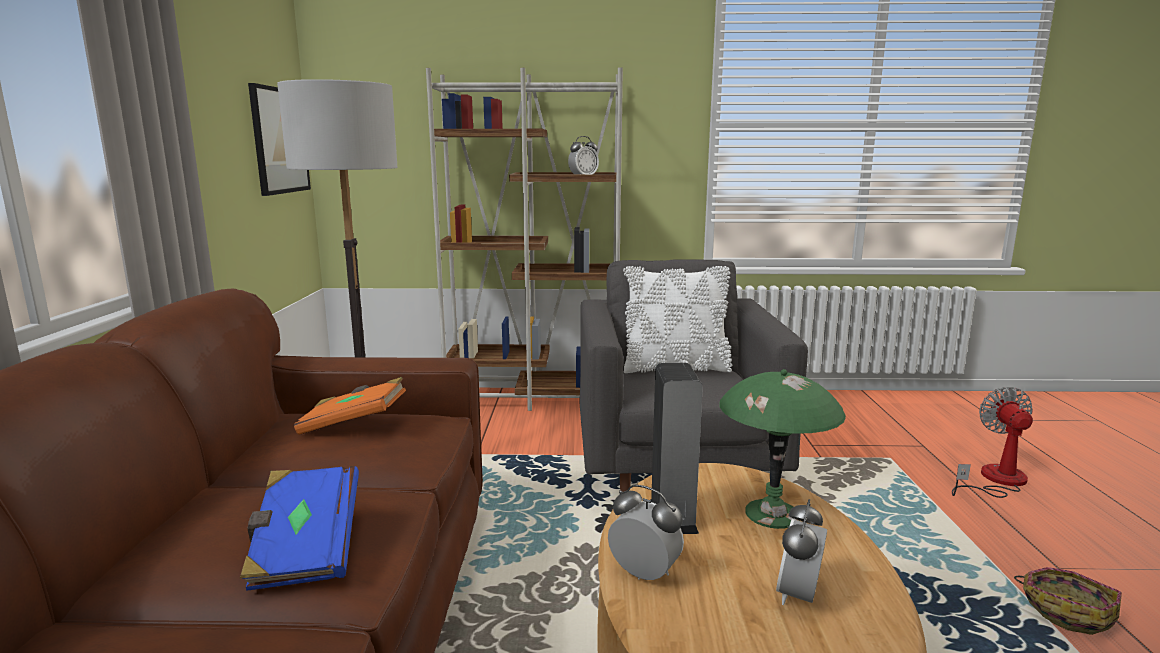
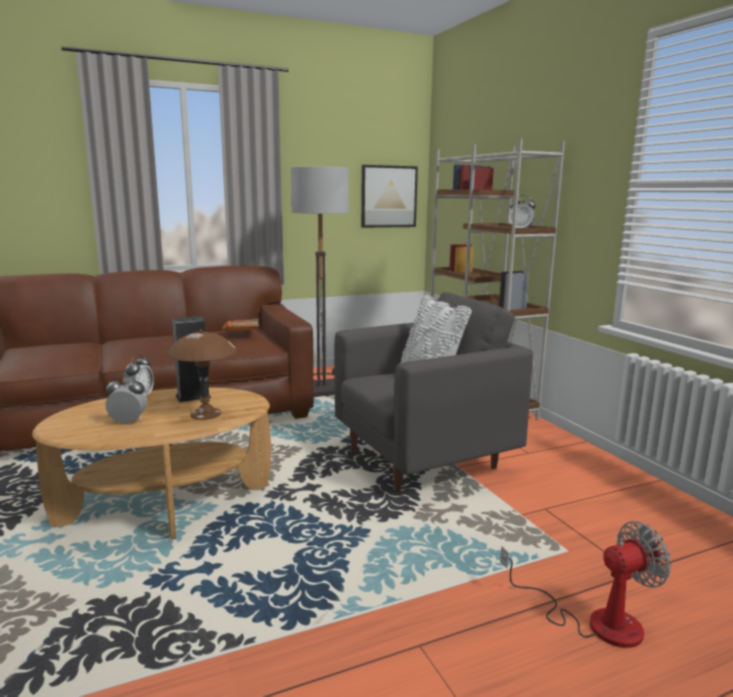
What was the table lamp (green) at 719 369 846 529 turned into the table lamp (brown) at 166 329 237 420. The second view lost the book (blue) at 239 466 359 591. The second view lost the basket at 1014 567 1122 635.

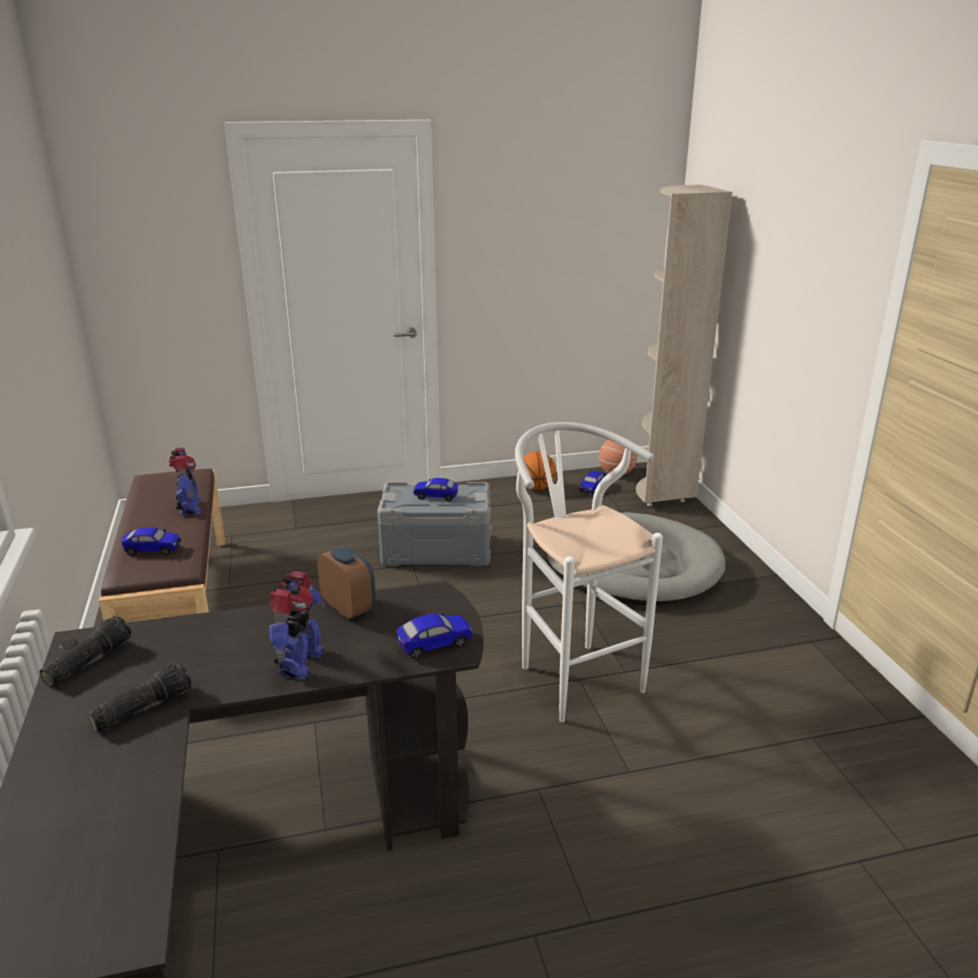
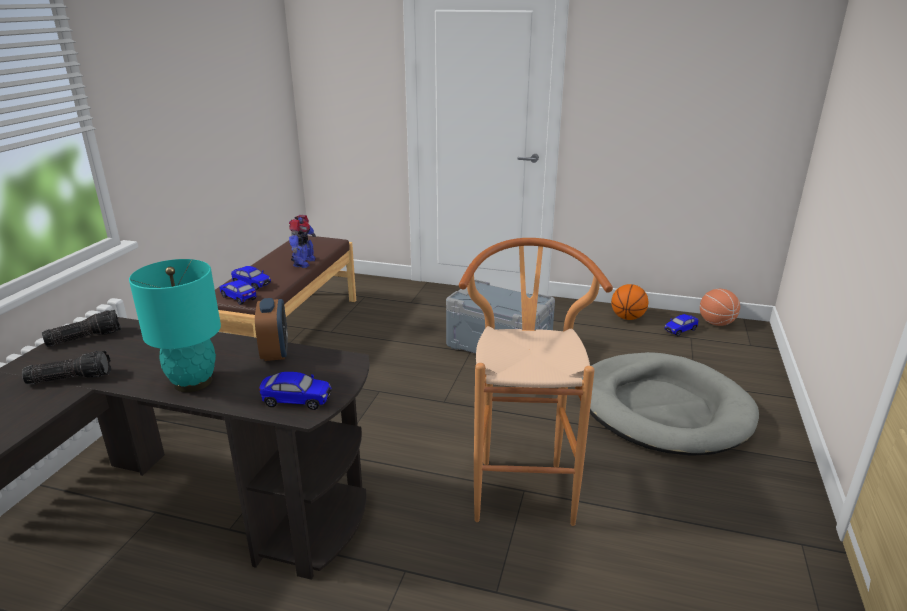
Where the toy robot stood at 269 571 325 680, the table lamp (turquoise) came to stand at 129 259 221 392. The toy car ended up elsewhere, having gone from 413 478 458 502 to 220 280 257 305. What was the stool (white) at 515 422 663 722 turned into the stool (brown) at 459 238 613 526. The second view lost the bookcase (beige) at 636 184 732 506.

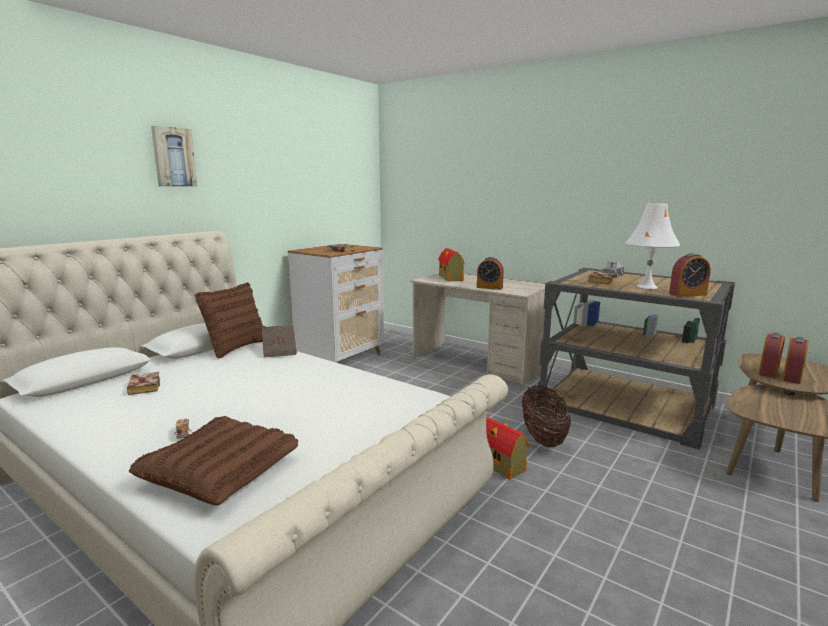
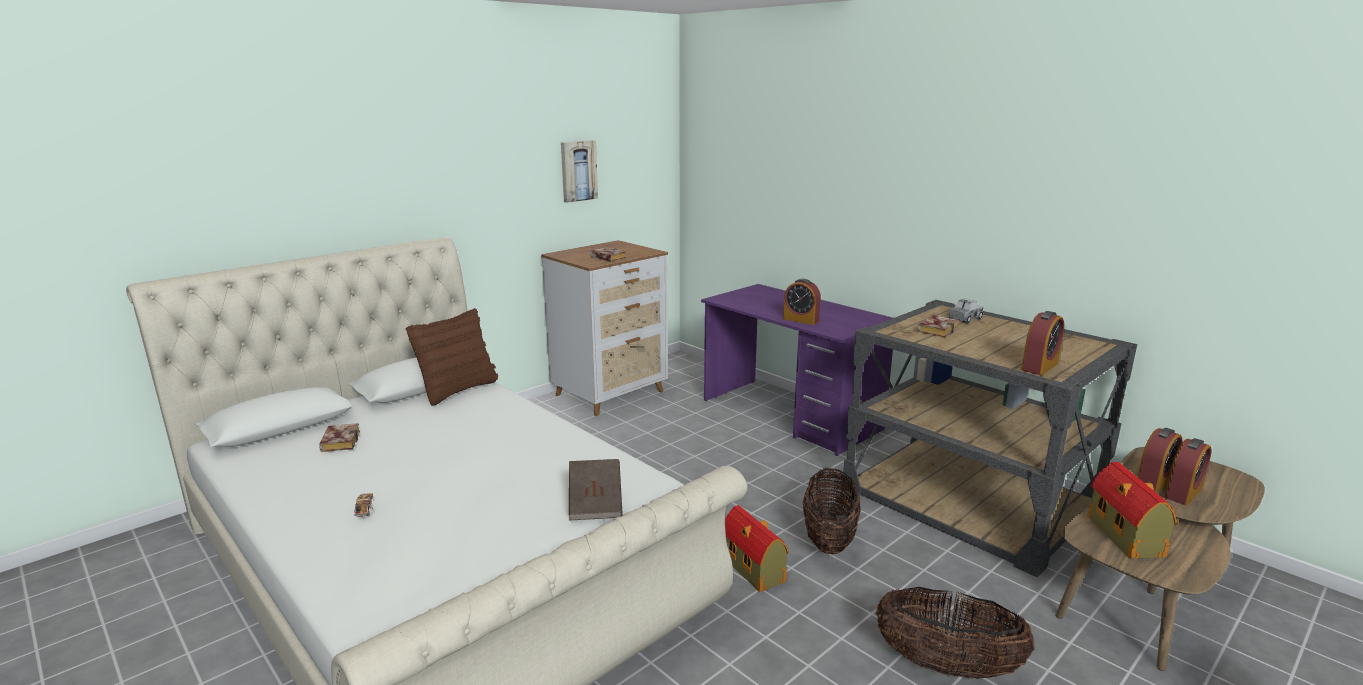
The picture ended up elsewhere, having gone from 151 126 197 187 to 561 140 598 203. The book (brown) ended up elsewhere, having gone from 262 325 297 357 to 569 459 623 521. What was the desk (beige) at 410 273 552 385 turned into the desk (purple) at 701 284 893 456. The second view gained the basket at 876 587 1034 679. The alarm clock at 669 253 711 297 ended up facing another way, 45 degrees counterclockwise from before. The toy house ended up elsewhere, having gone from 438 248 465 281 to 1088 462 1177 559. The second view lost the pillow (brown) at 129 416 298 506. The second view lost the table lamp (white) at 625 203 680 289.

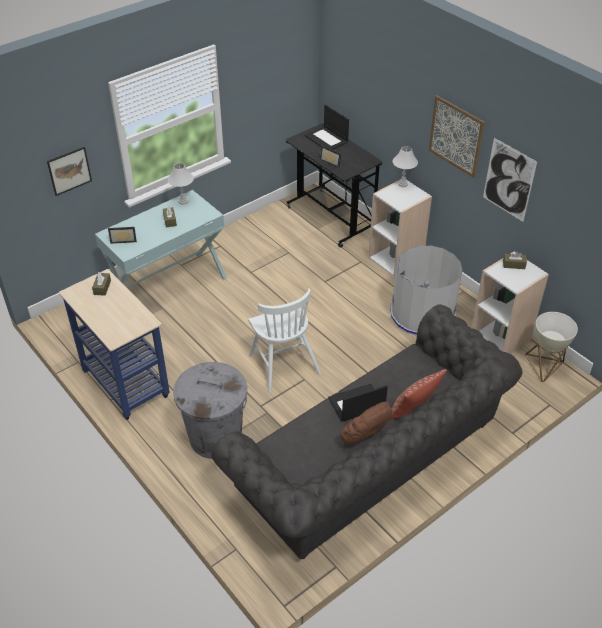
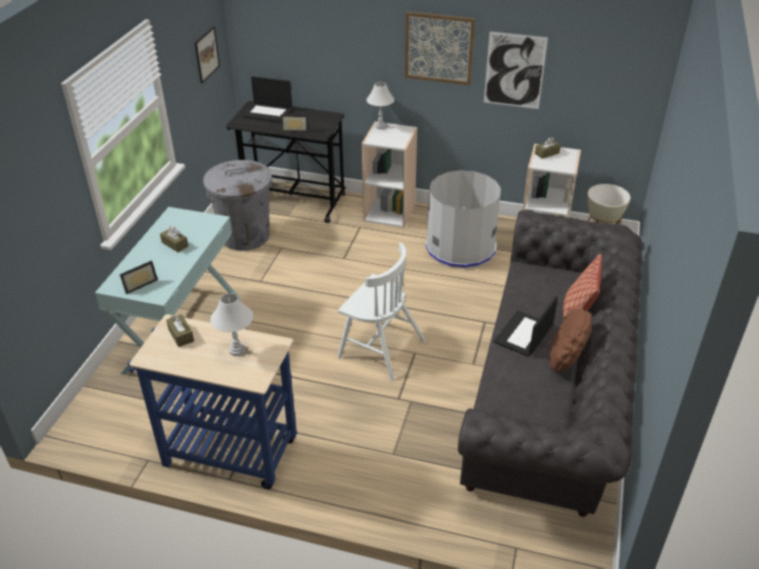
The picture ended up elsewhere, having gone from 47 147 92 196 to 195 26 220 84. The trash can (grey) ended up elsewhere, having gone from 173 362 247 459 to 203 160 272 251. The table lamp (white) ended up elsewhere, having gone from 168 163 194 205 to 210 293 253 356.

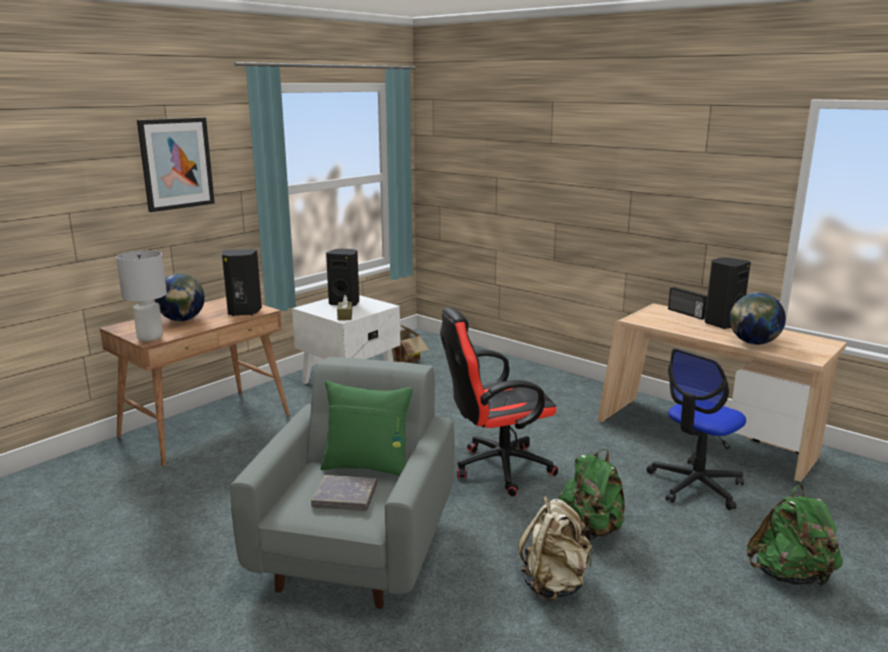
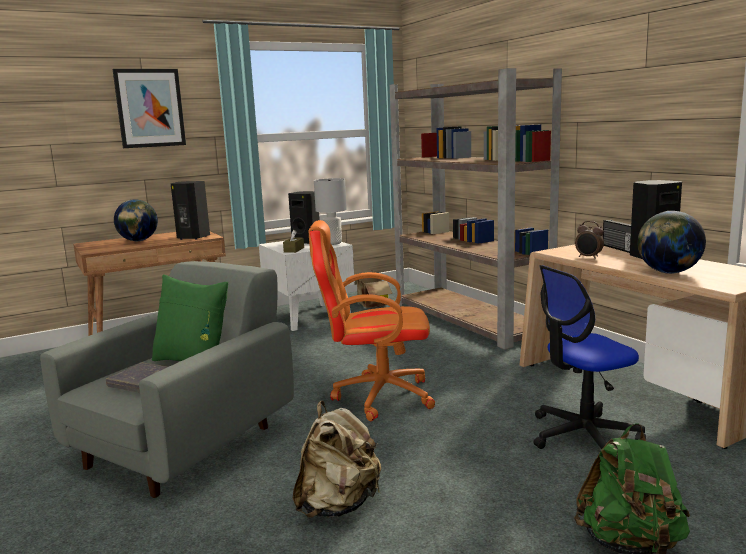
What was the office chair (black) at 440 307 558 496 turned into the office chair (orange) at 308 220 435 421. The table lamp (grey) ended up elsewhere, having gone from 116 250 167 341 to 314 178 347 245. The second view gained the bookcase (brown) at 390 68 562 350. The second view gained the alarm clock at 575 221 604 259. The second view lost the backpack (green) at 559 449 625 541.

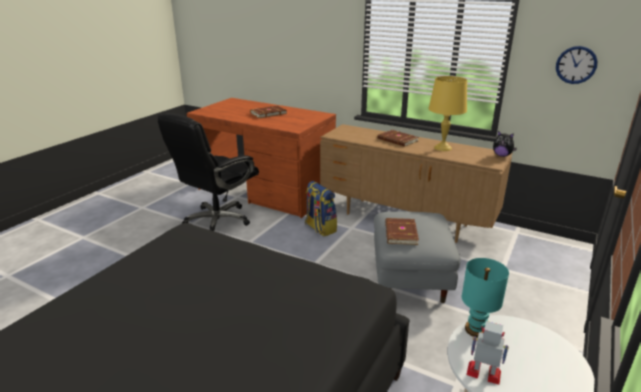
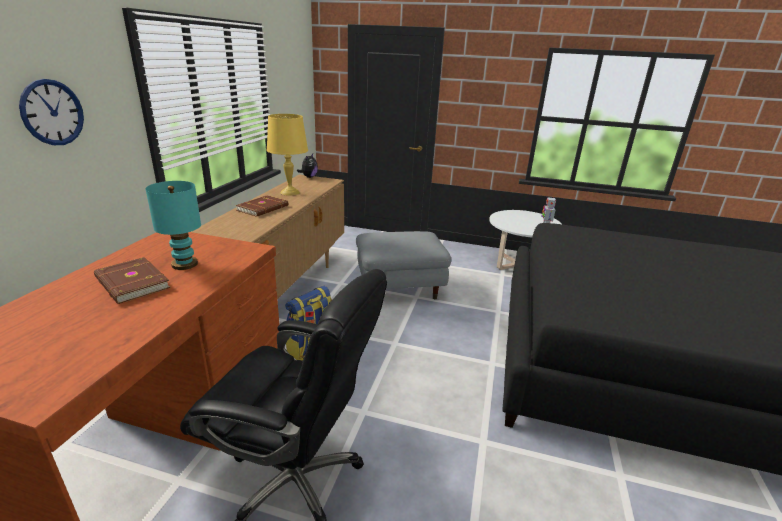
The wall clock ended up elsewhere, having gone from 556 46 598 84 to 19 79 84 145. The table lamp (turquoise) ended up elsewhere, having gone from 462 258 509 338 to 145 181 201 270. The second view lost the book (brown) at 385 218 419 245.

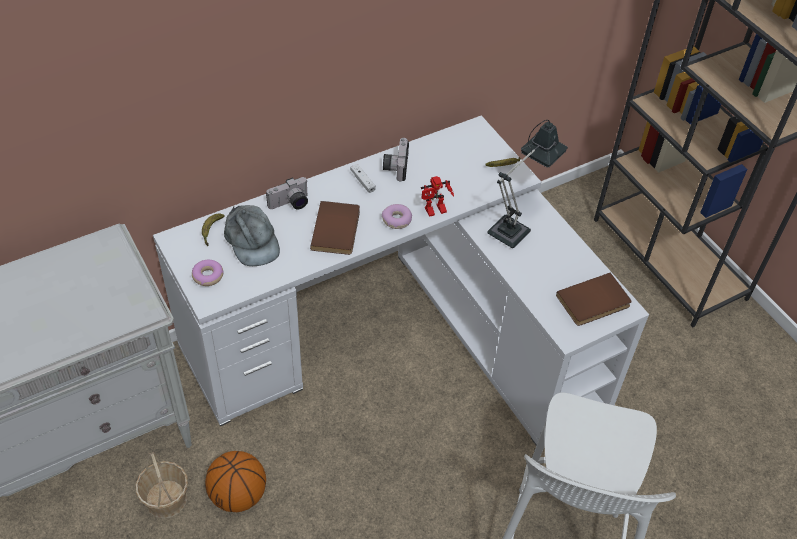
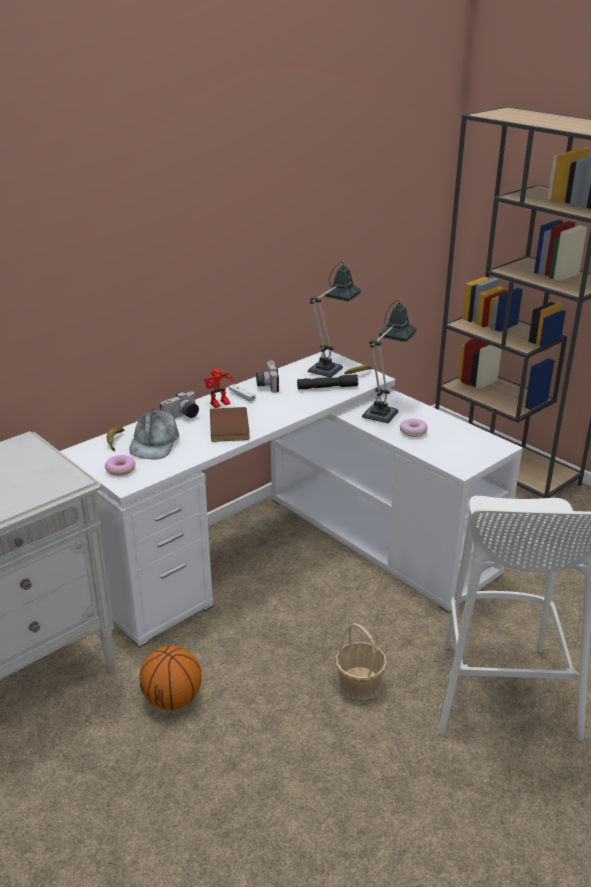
The cap (grey) at 224 205 280 266 ended up facing another way, 45 degrees clockwise from before. The toy robot ended up elsewhere, having gone from 421 176 454 217 to 204 369 235 408. The second view gained the flashlight (black) at 297 374 358 389. The second view gained the table lamp at 308 262 361 377. The basket ended up elsewhere, having gone from 135 452 188 519 to 335 623 387 700. The donut ended up elsewhere, having gone from 382 204 412 229 to 400 419 428 437. The second view lost the book (brown) at 556 273 632 326.

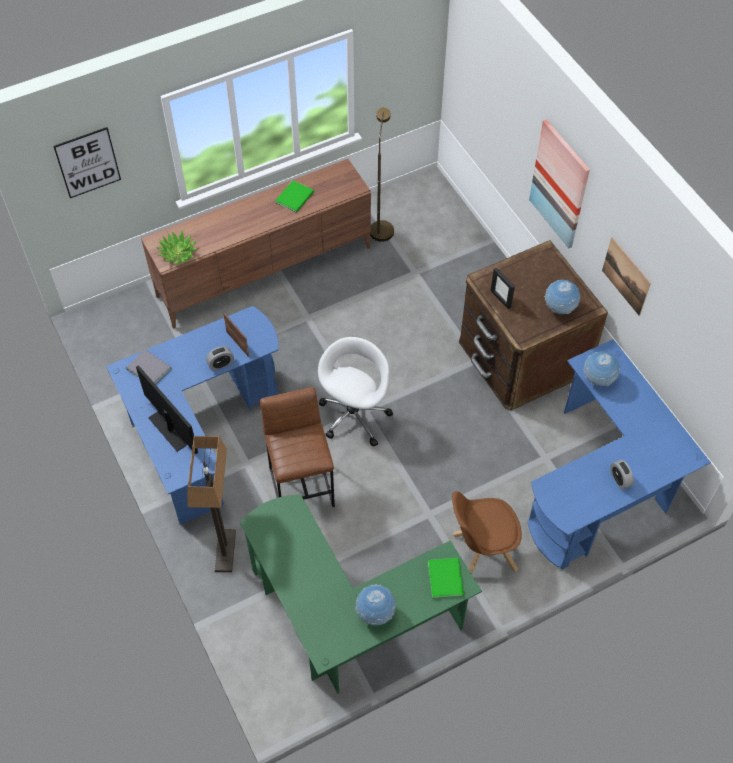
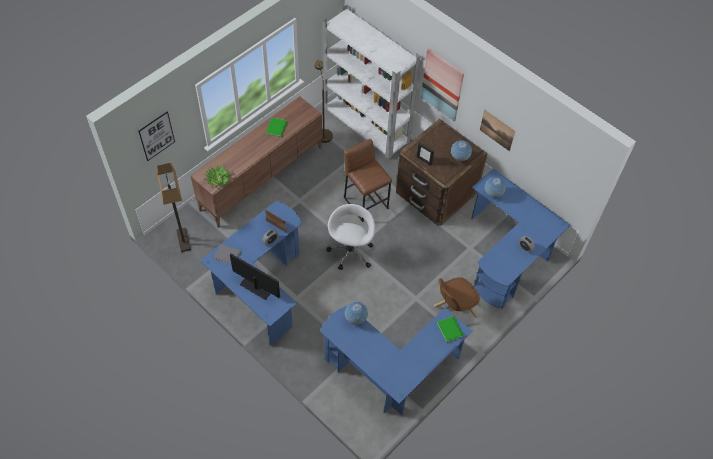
The floor lamp ended up elsewhere, having gone from 188 436 236 572 to 157 163 191 252. What was the desk (green) at 240 494 482 694 turned into the desk (blue) at 320 306 473 415. The second view gained the bookcase (white) at 323 5 420 159. The stool (brown) ended up elsewhere, having gone from 260 387 335 507 to 344 139 392 222. The globe ended up elsewhere, having gone from 355 584 396 626 to 345 301 368 325.

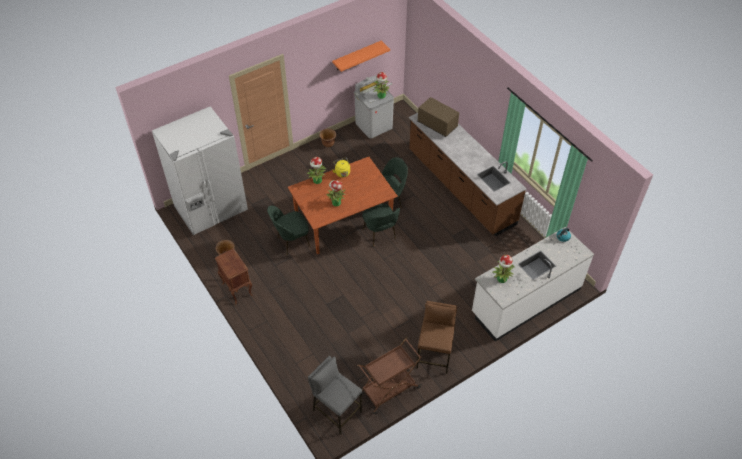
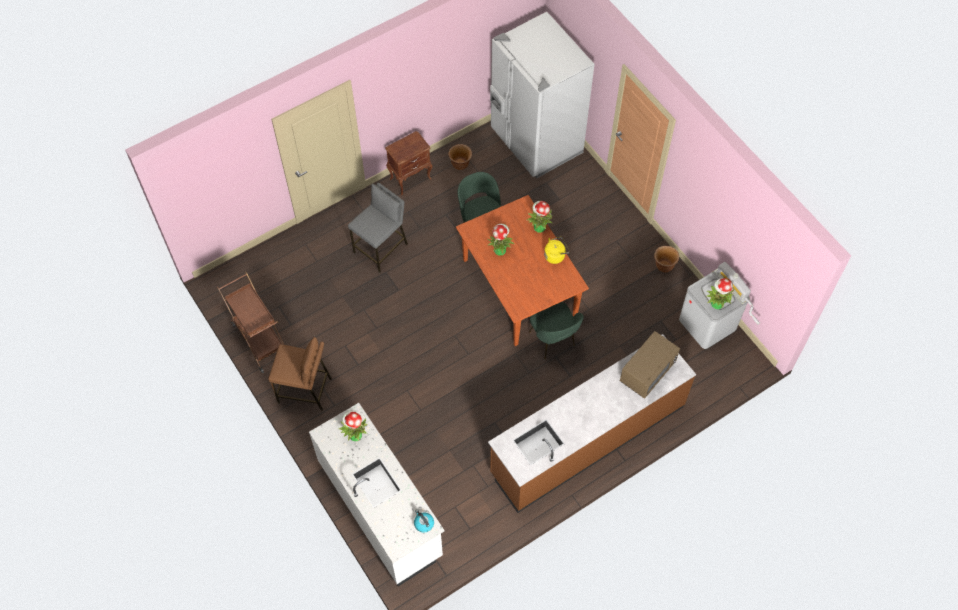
The stool (grey) ended up elsewhere, having gone from 308 356 362 435 to 348 183 408 273. The second view lost the shelf (orange) at 332 41 390 72. The second view lost the chair (green) at 362 204 400 247.

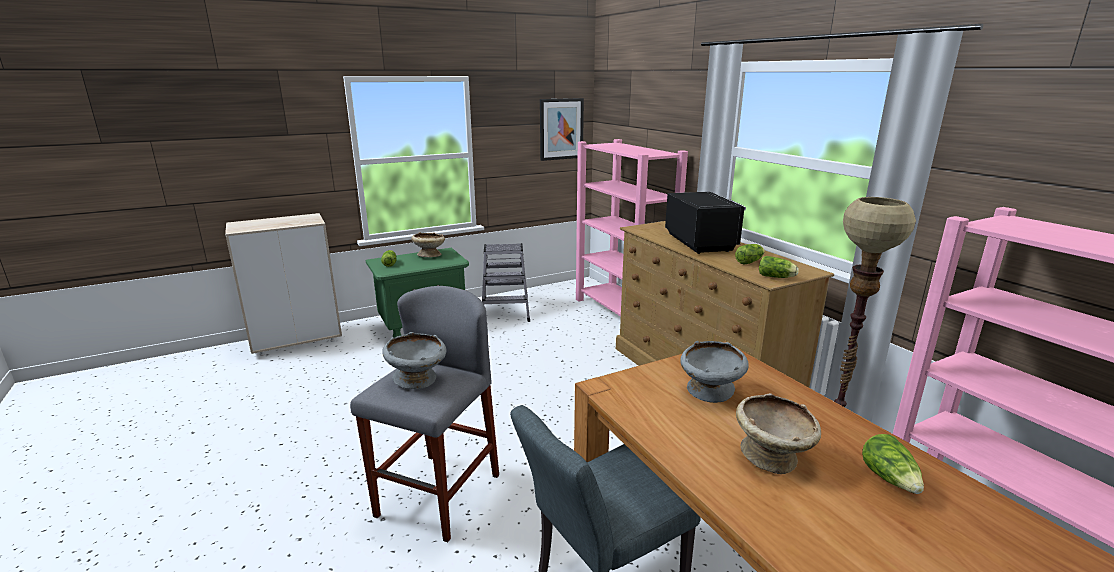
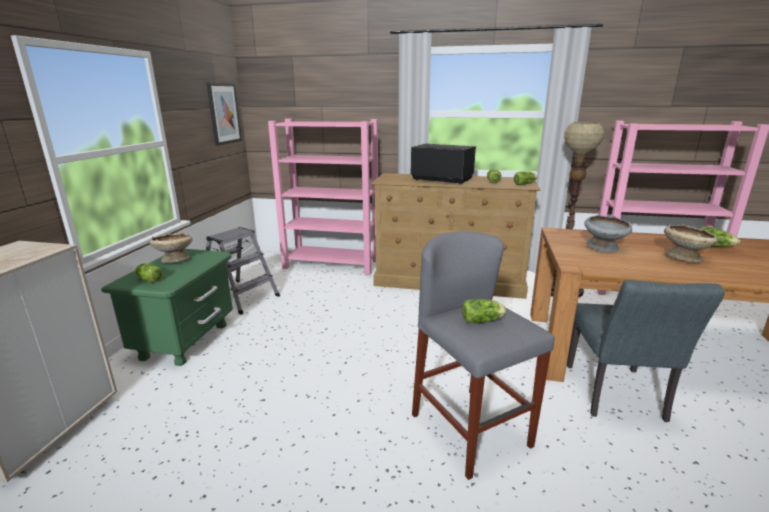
Where the bowl (grey) stood at 382 332 446 389, the lettuce came to stand at 462 299 506 323.

